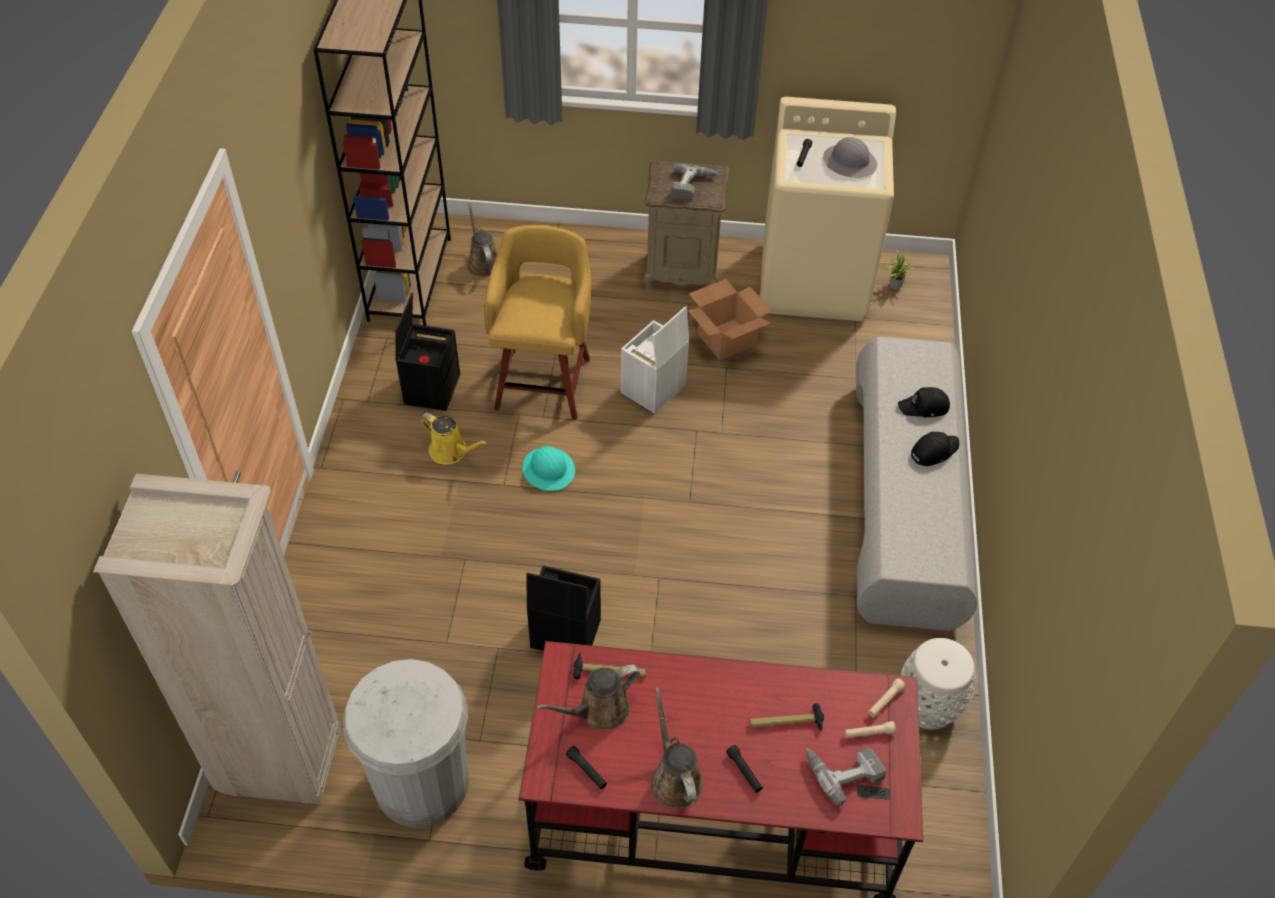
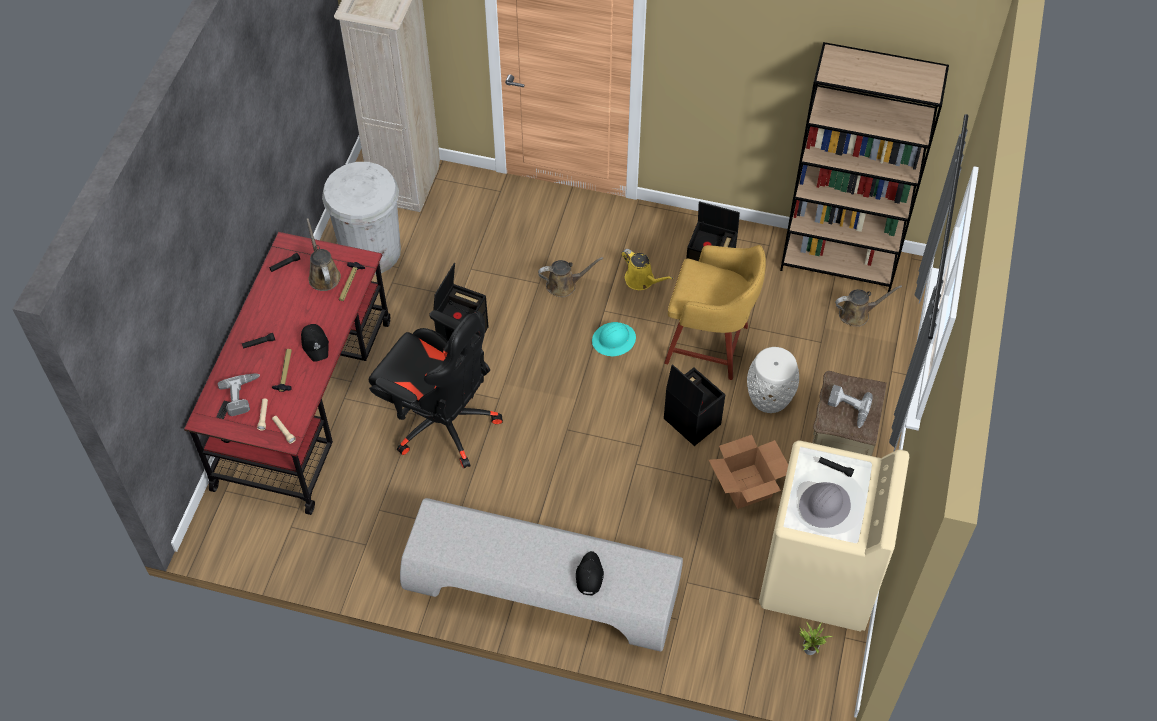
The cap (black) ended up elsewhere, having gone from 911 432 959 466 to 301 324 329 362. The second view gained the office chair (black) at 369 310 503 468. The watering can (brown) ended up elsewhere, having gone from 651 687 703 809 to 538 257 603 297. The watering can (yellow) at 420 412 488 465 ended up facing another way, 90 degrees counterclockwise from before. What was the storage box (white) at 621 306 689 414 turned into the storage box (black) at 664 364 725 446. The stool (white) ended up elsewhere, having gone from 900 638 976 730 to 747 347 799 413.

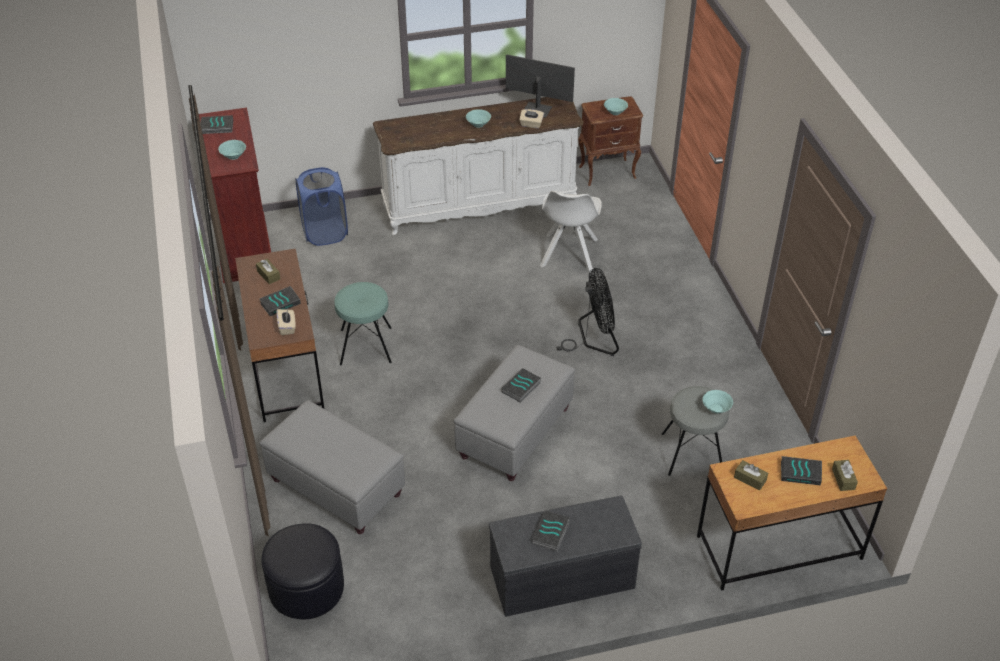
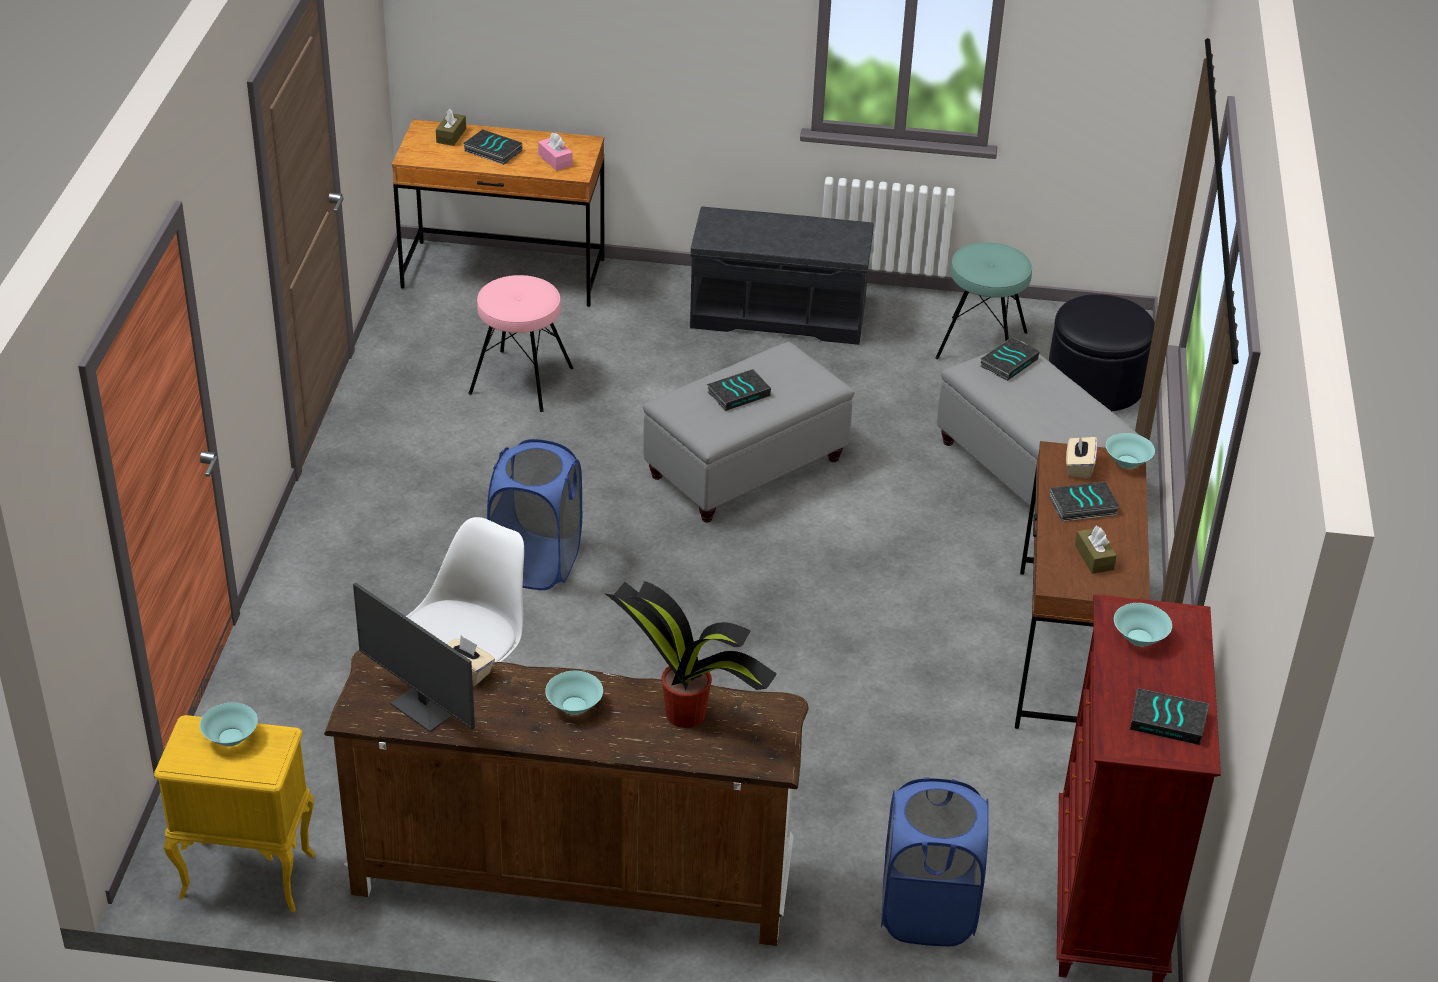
What was the nightstand (brown) at 578 96 643 186 turned into the nightstand (yellow) at 154 715 315 912. What was the stool (grey) at 662 386 729 476 turned into the stool (pink) at 468 275 574 412. Where the fan (black) stood at 556 268 619 356, the laundry basket (blue) came to stand at 487 439 582 590. What was the tissue box (brown) at 734 460 768 490 turned into the tissue box (pink) at 538 133 573 171. The second view gained the potted plant at 605 581 777 728. The stool (turquoise) ended up elsewhere, having gone from 335 282 392 366 to 935 242 1032 359. The book ended up elsewhere, having gone from 532 510 570 552 to 980 337 1039 381. The bowl (turquoise) ended up elsewhere, having gone from 702 390 733 414 to 1106 433 1155 469.

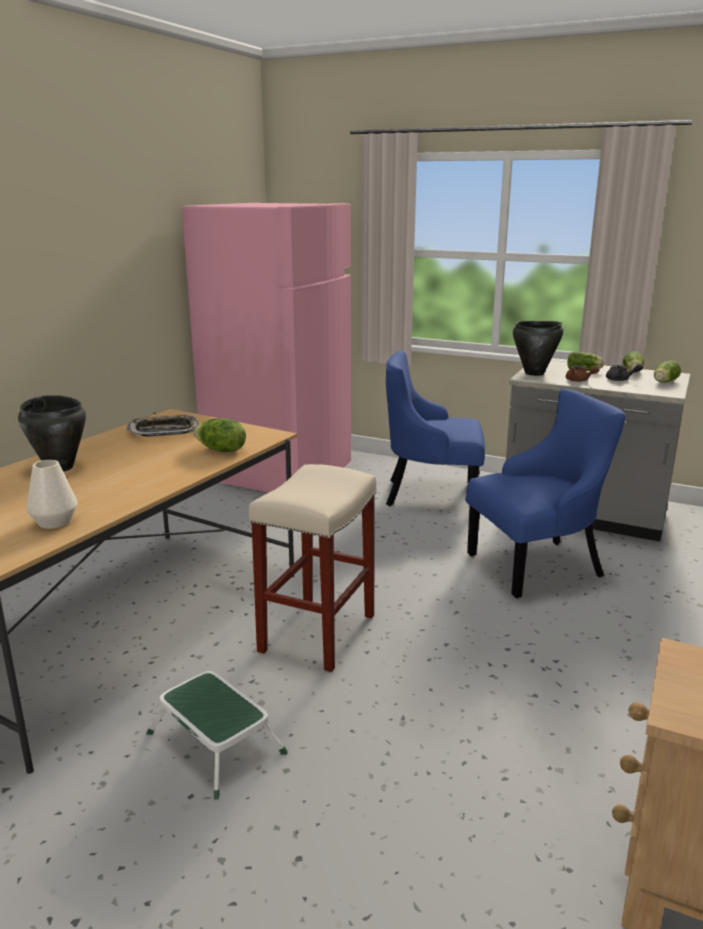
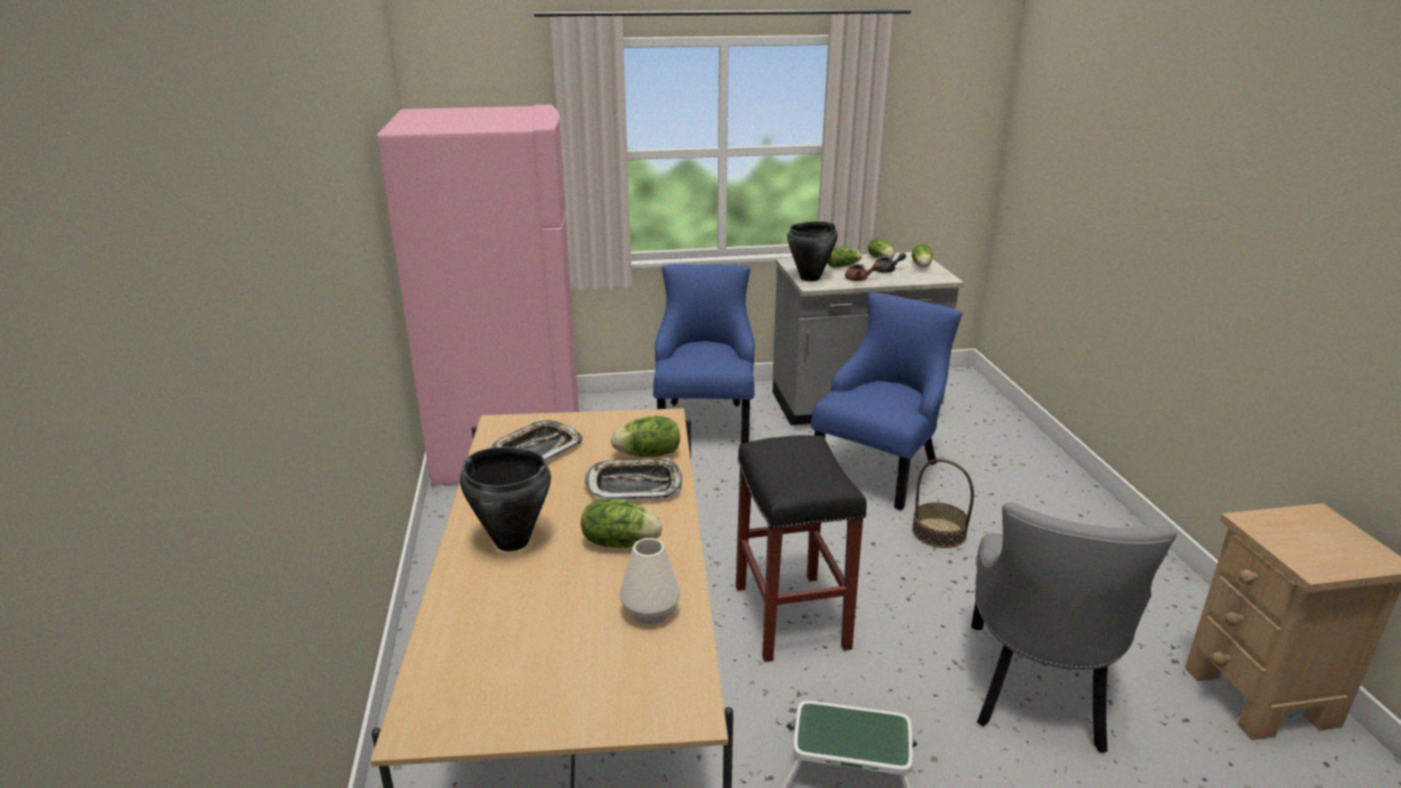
The second view gained the lettuce at 581 499 662 548. The second view gained the tray at 585 458 682 499. The chair (blue) at 386 351 485 506 ended up facing another way, 120 degrees clockwise from before. What was the stool (beige) at 249 464 377 672 turned into the stool (black) at 736 435 867 662. The second view gained the basket at 912 459 974 548. The second view gained the chair (grey) at 971 503 1177 753.

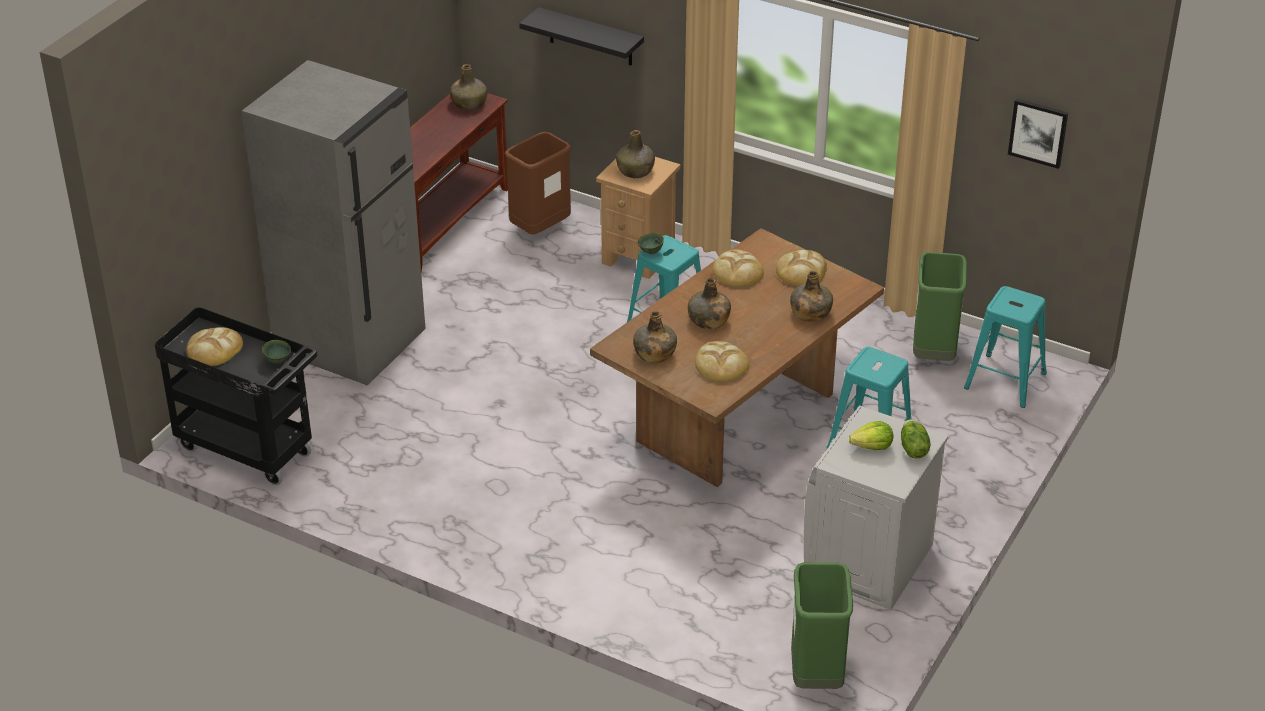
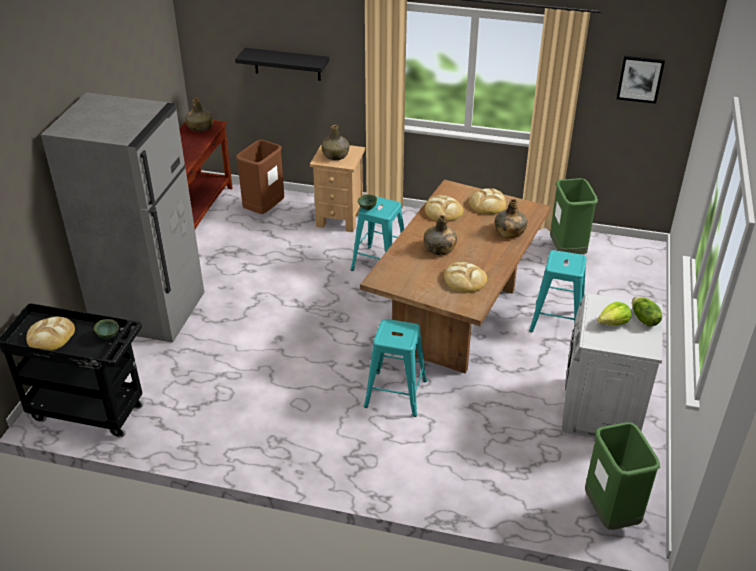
The stool (turquoise) ended up elsewhere, having gone from 964 286 1047 408 to 364 319 427 417. The second view lost the bottle (green) at 633 311 677 363.

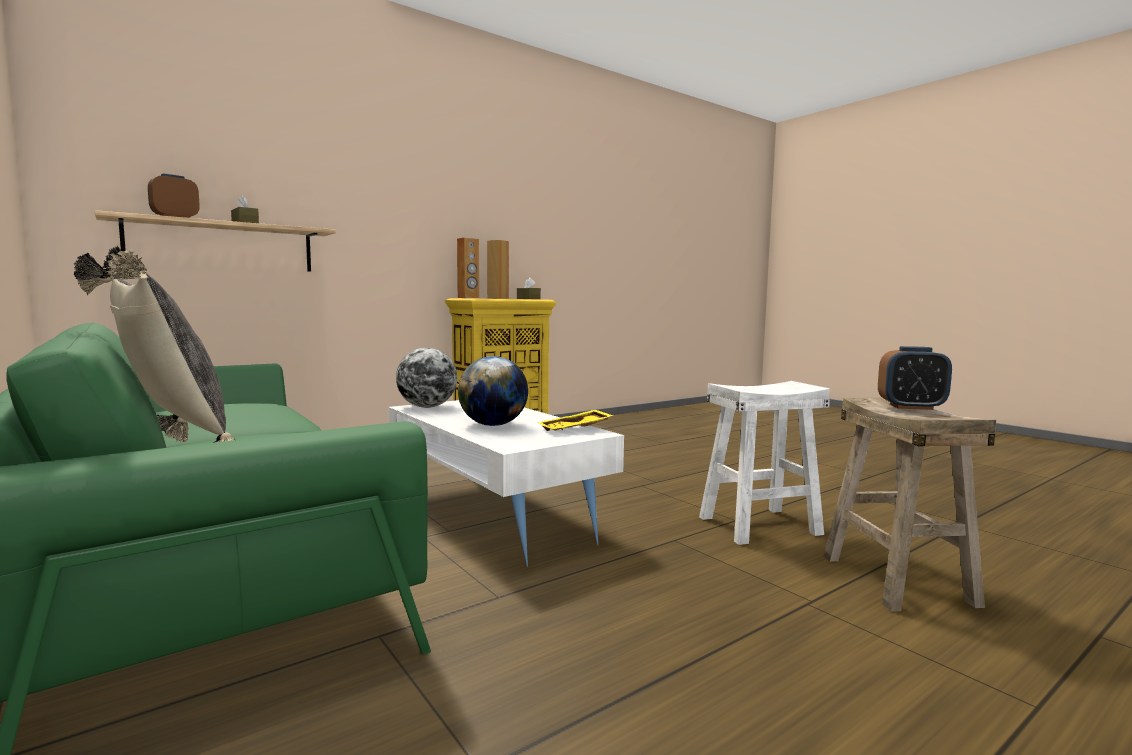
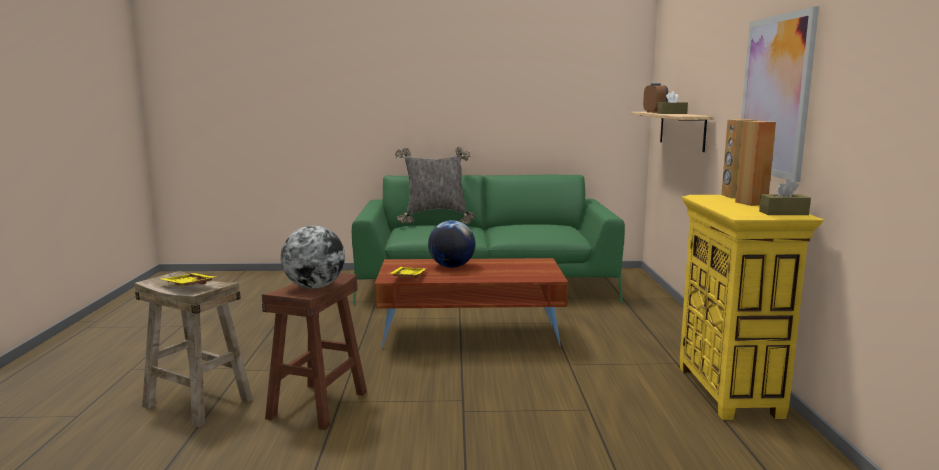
Where the alarm clock stood at 878 346 952 410, the tray (yellow) came to stand at 160 273 216 286. What was the stool (white) at 699 381 830 545 turned into the stool (brown) at 262 273 367 430. The globe ended up elsewhere, having gone from 396 348 457 408 to 281 226 345 289. What was the coffee table (white) at 388 400 624 567 turned into the coffee table (brown) at 375 258 568 349. The second view gained the picture at 741 6 819 182.

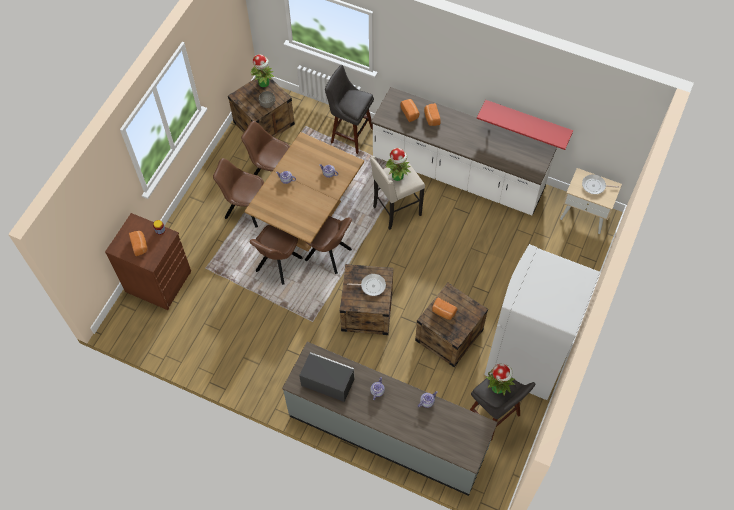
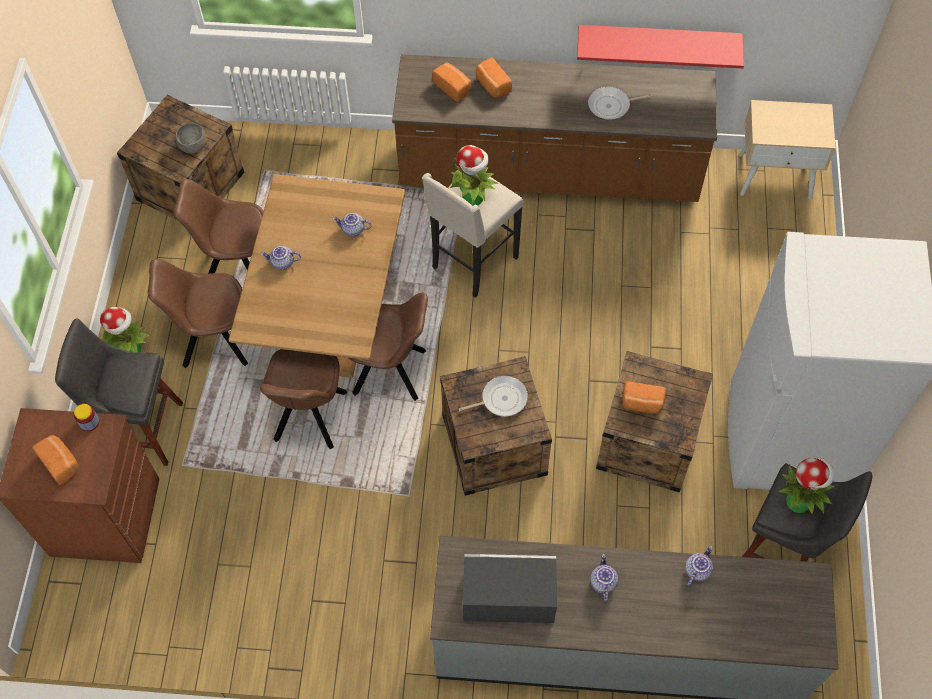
The stool (grey) ended up elsewhere, having gone from 325 65 374 154 to 55 318 183 466. The potted plant ended up elsewhere, having gone from 250 54 275 87 to 100 307 150 353. What was the counter (white) at 371 87 557 215 turned into the counter (brown) at 392 54 717 202. The frying pan ended up elsewhere, having gone from 582 174 619 194 to 588 87 652 120.

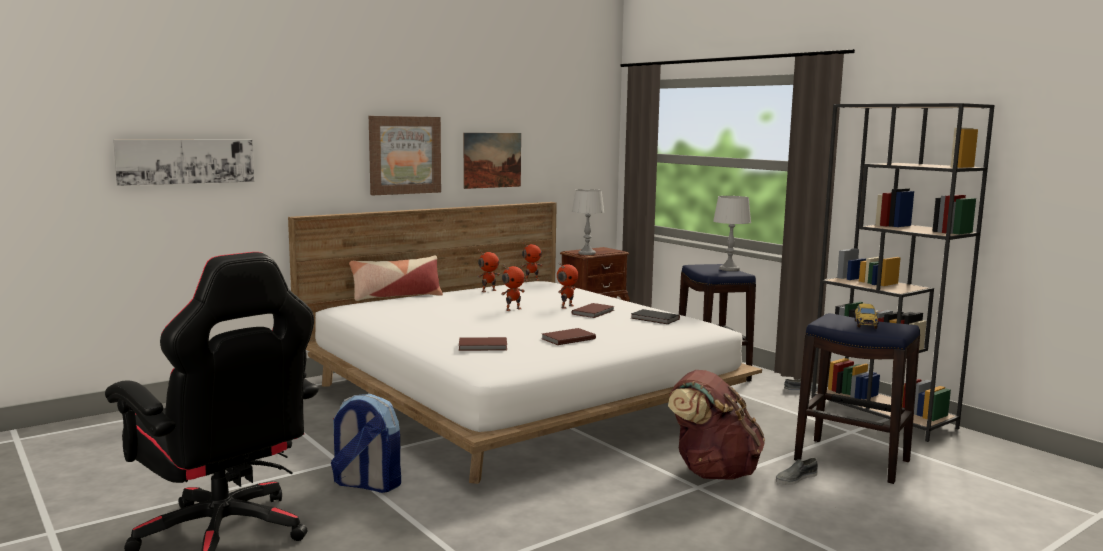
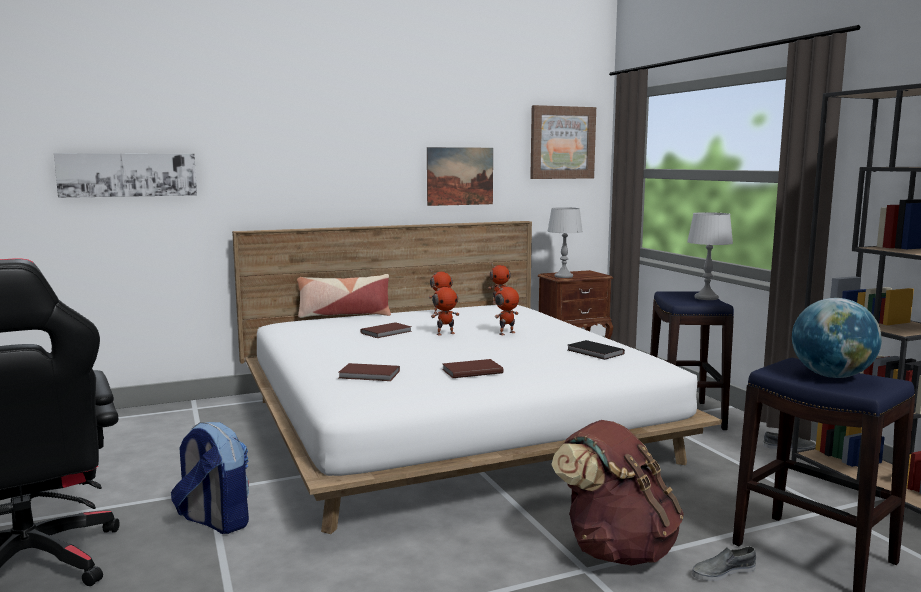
The book (brown) ended up elsewhere, having gone from 572 303 614 318 to 360 322 412 338. The picture ended up elsewhere, having gone from 369 116 441 195 to 530 105 596 179. Where the toy car stood at 854 303 879 329, the globe came to stand at 792 298 882 378.

